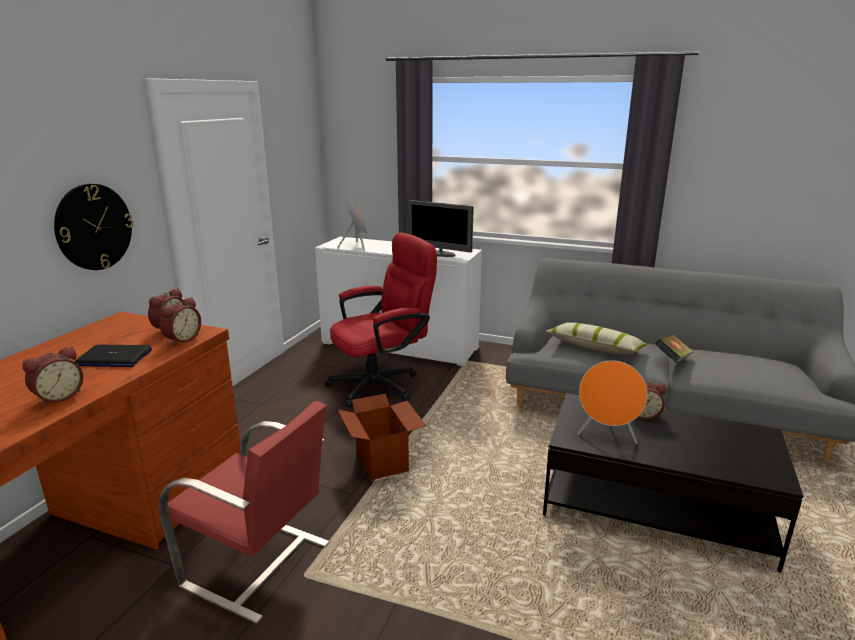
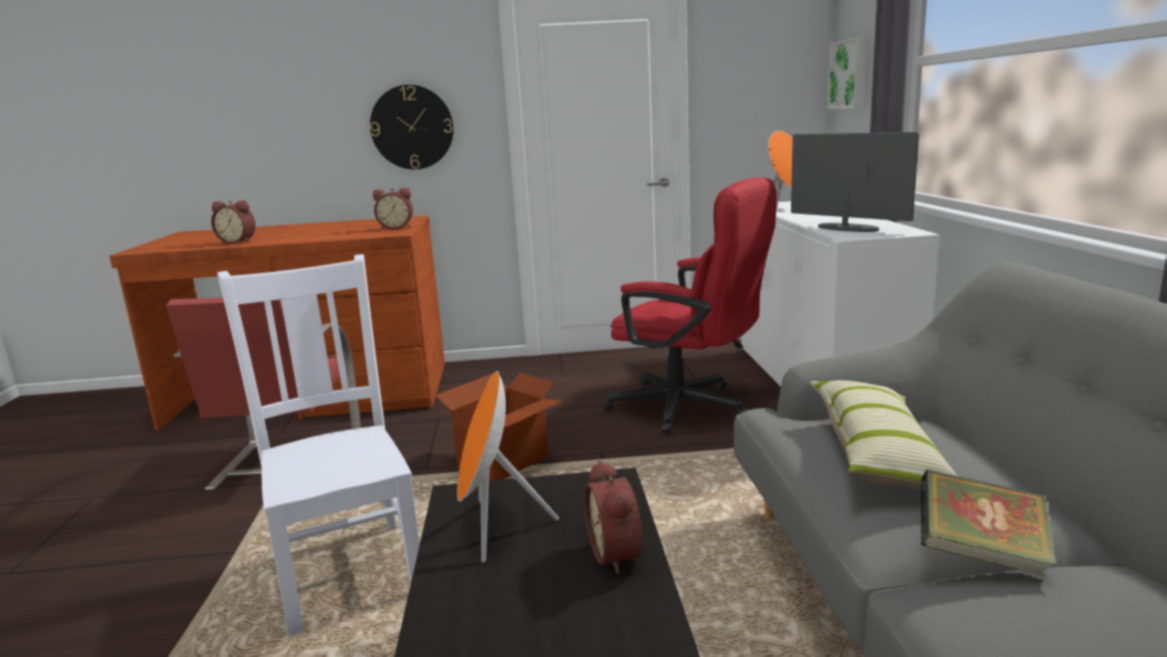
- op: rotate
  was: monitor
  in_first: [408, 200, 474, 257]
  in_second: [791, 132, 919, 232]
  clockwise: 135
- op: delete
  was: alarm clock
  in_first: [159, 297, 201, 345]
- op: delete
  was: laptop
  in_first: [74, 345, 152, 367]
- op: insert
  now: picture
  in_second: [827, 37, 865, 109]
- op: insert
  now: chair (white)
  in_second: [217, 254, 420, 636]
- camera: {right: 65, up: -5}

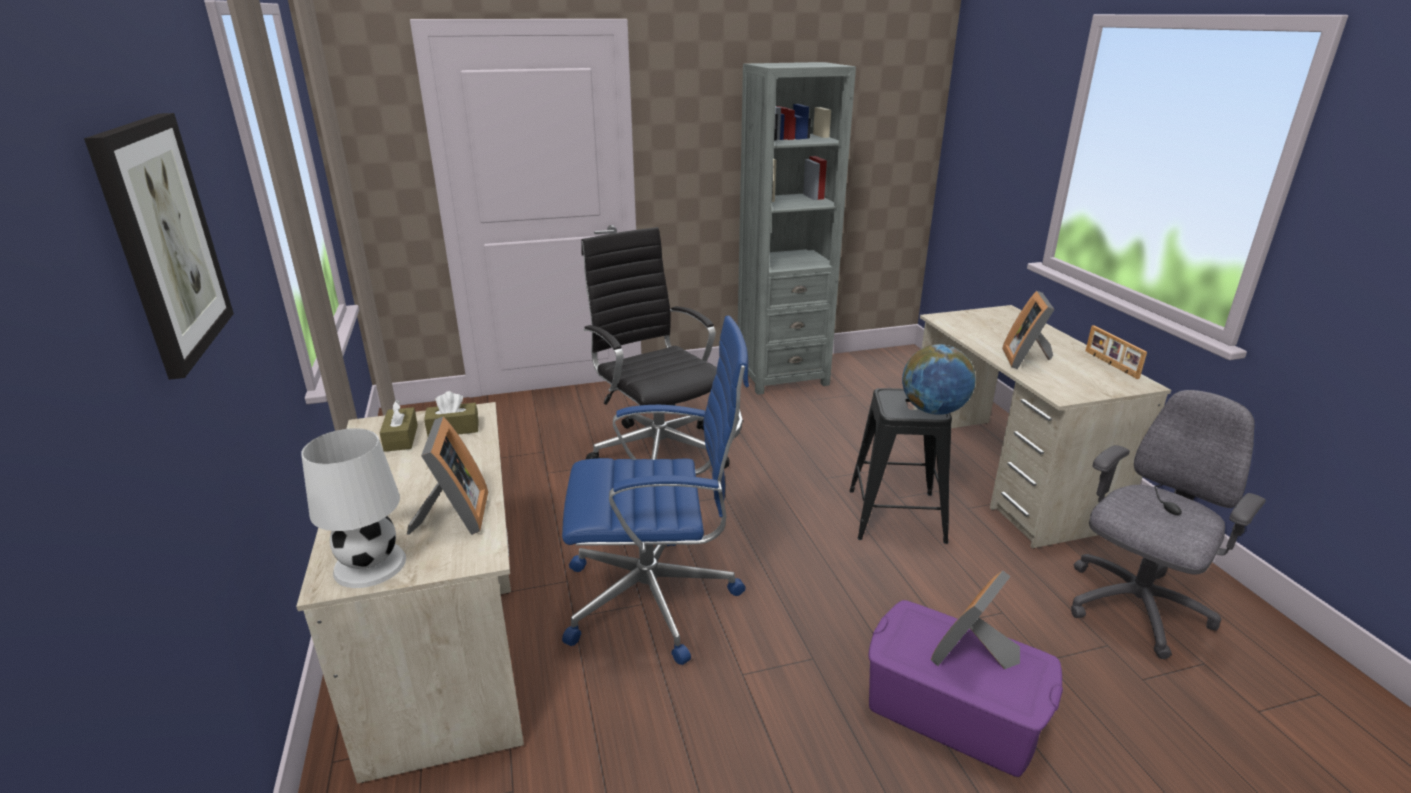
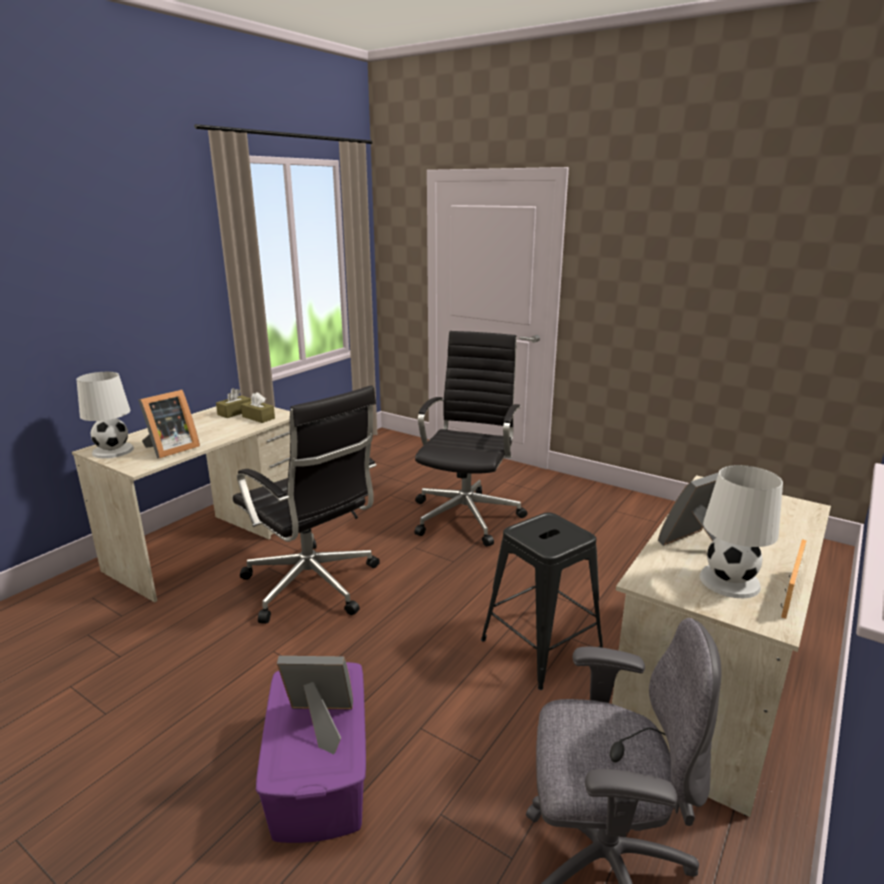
- op: delete
  was: bookcase (grey)
  in_first: [738, 62, 856, 395]
- op: delete
  was: picture
  in_first: [84, 113, 234, 380]
- op: recolor
  was: office chair (blue)
  now: office chair (black)
  in_first: [562, 316, 749, 665]
  in_second: [233, 385, 380, 624]
- op: delete
  was: globe
  in_first: [902, 344, 976, 415]
- op: insert
  now: table lamp (white)
  in_second: [699, 465, 783, 598]
- camera: {right: 50, up: -5}

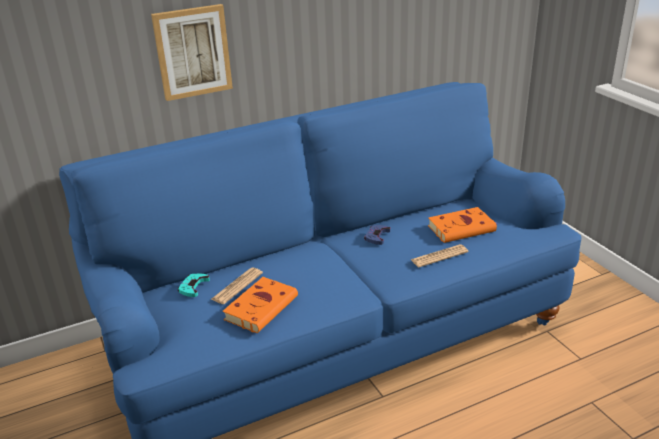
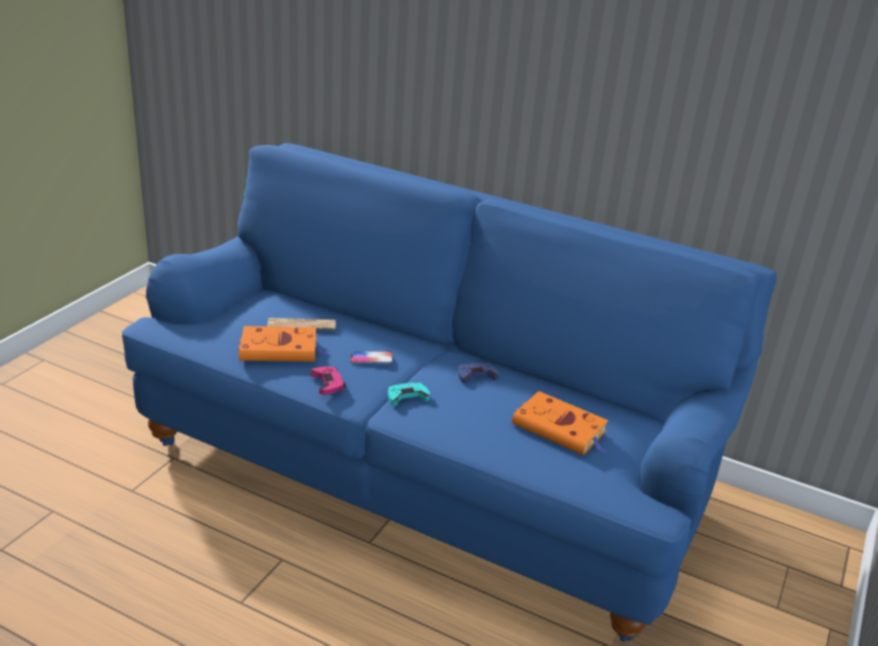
- op: delete
  was: picture
  in_first: [151, 4, 233, 101]
- op: delete
  was: newspaper
  in_first: [411, 244, 468, 267]
- op: move
  was: game controller (turquoise)
  in_first: [178, 274, 210, 297]
  in_second: [388, 382, 430, 405]
- op: insert
  now: phone
  in_second: [350, 351, 393, 363]
- op: insert
  now: game controller (pink)
  in_second: [310, 367, 346, 395]
- camera: {right: 50, up: 0}

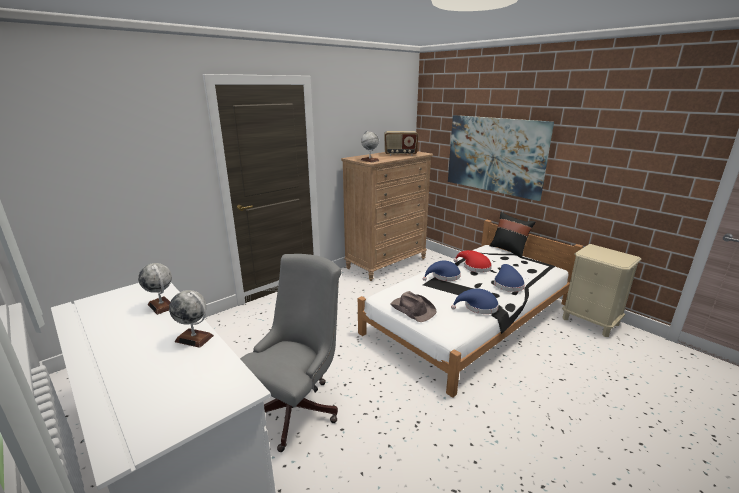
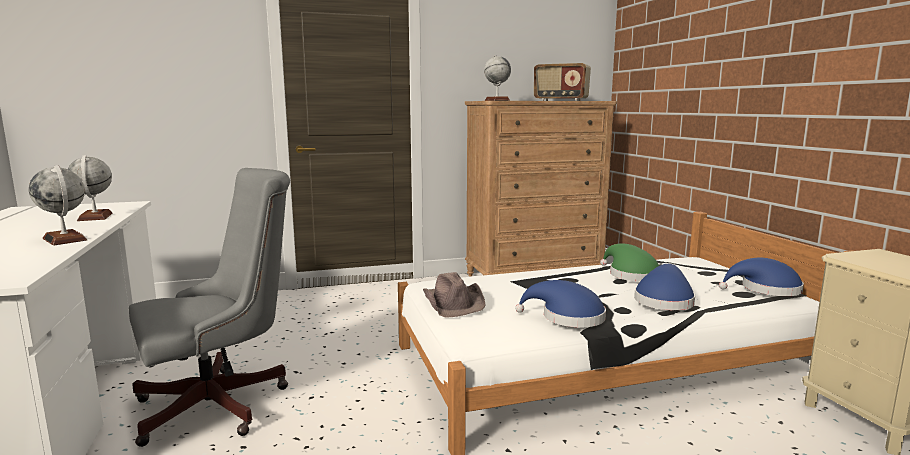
- op: delete
  was: picture
  in_first: [448, 115, 554, 201]
- op: delete
  was: pillow (black)
  in_first: [490, 212, 535, 258]
- op: recolor
  was: hat (red)
  now: hat (green)
  in_first: [454, 250, 492, 273]
  in_second: [600, 243, 659, 282]
- op: move
  was: hat (blue)
  in_first: [423, 260, 461, 281]
  in_second: [719, 258, 804, 296]
- camera: {right: 25, up: -10}

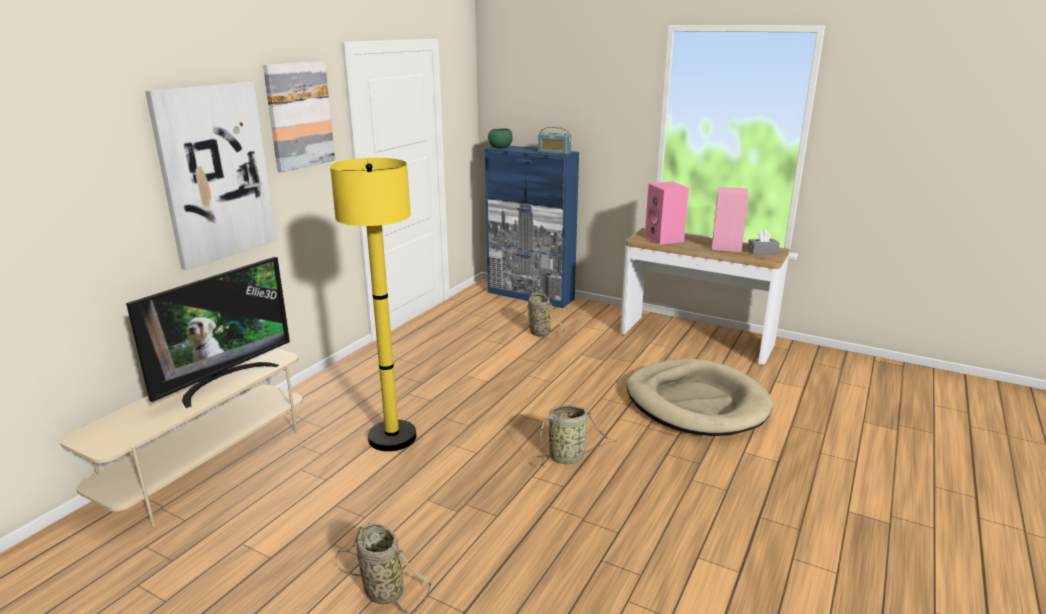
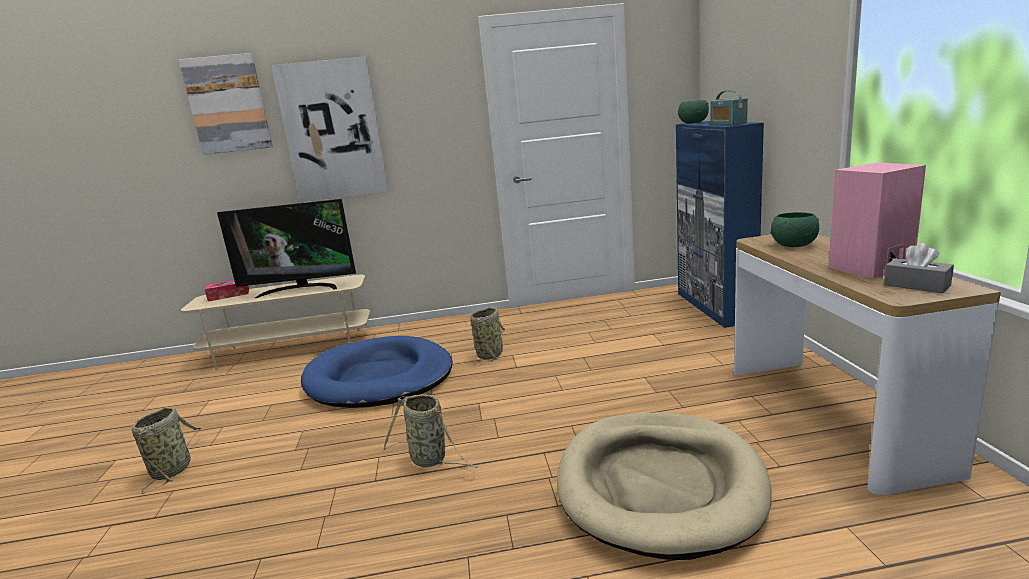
- op: move
  was: picture
  in_first: [263, 61, 335, 172]
  in_second: [179, 53, 273, 155]
- op: replace
  was: floor lamp (yellow)
  now: dog bed (blue)
  in_first: [330, 158, 417, 451]
  in_second: [301, 336, 452, 408]
- op: replace
  was: speaker (pink)
  now: bowl (green)
  in_first: [645, 181, 689, 245]
  in_second: [770, 212, 819, 247]
- op: move
  was: basket
  in_first: [516, 294, 565, 340]
  in_second: [470, 307, 505, 366]
- op: insert
  now: tissue box
  in_second: [205, 280, 249, 301]
- camera: {right: 55, up: -5}

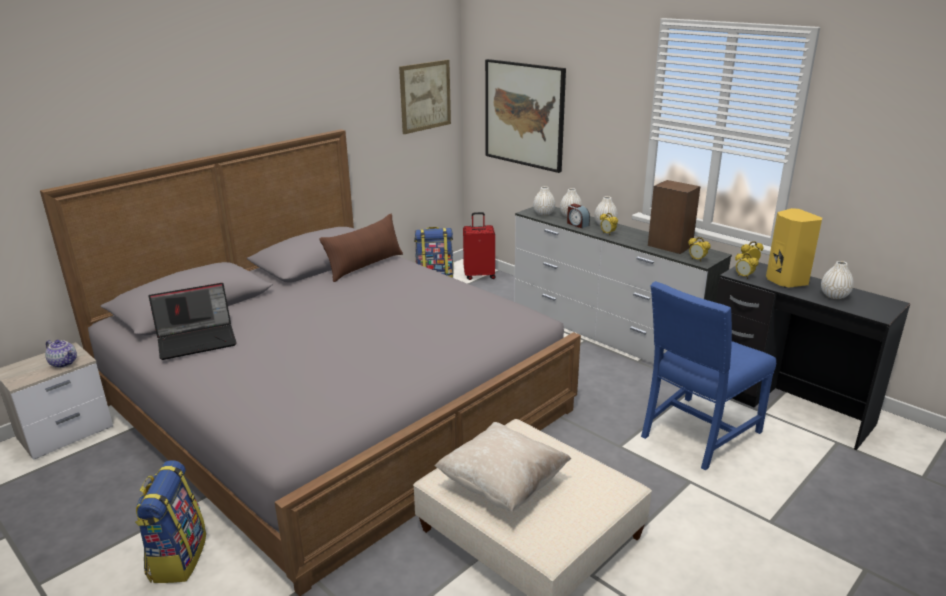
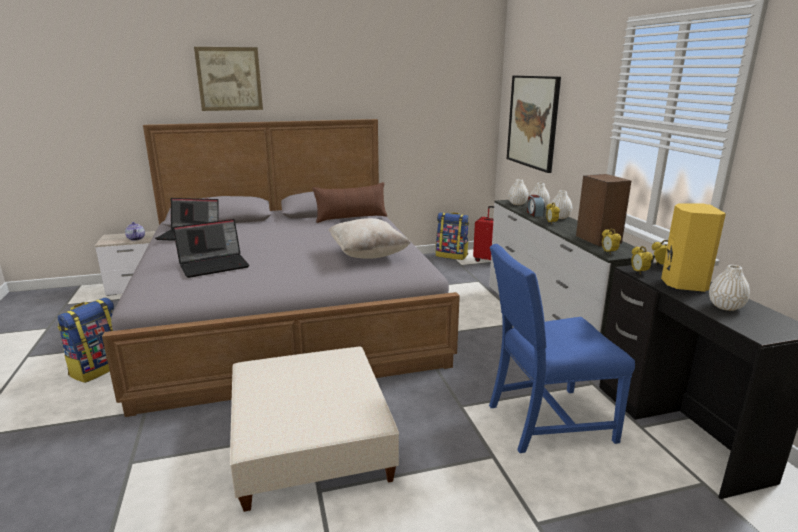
- op: move
  was: picture
  in_first: [399, 60, 451, 134]
  in_second: [194, 47, 263, 111]
- op: move
  was: pillow (beige)
  in_first: [434, 422, 571, 512]
  in_second: [329, 218, 411, 259]
- op: insert
  now: laptop
  in_second: [173, 219, 249, 278]
- camera: {right: 30, up: -5}

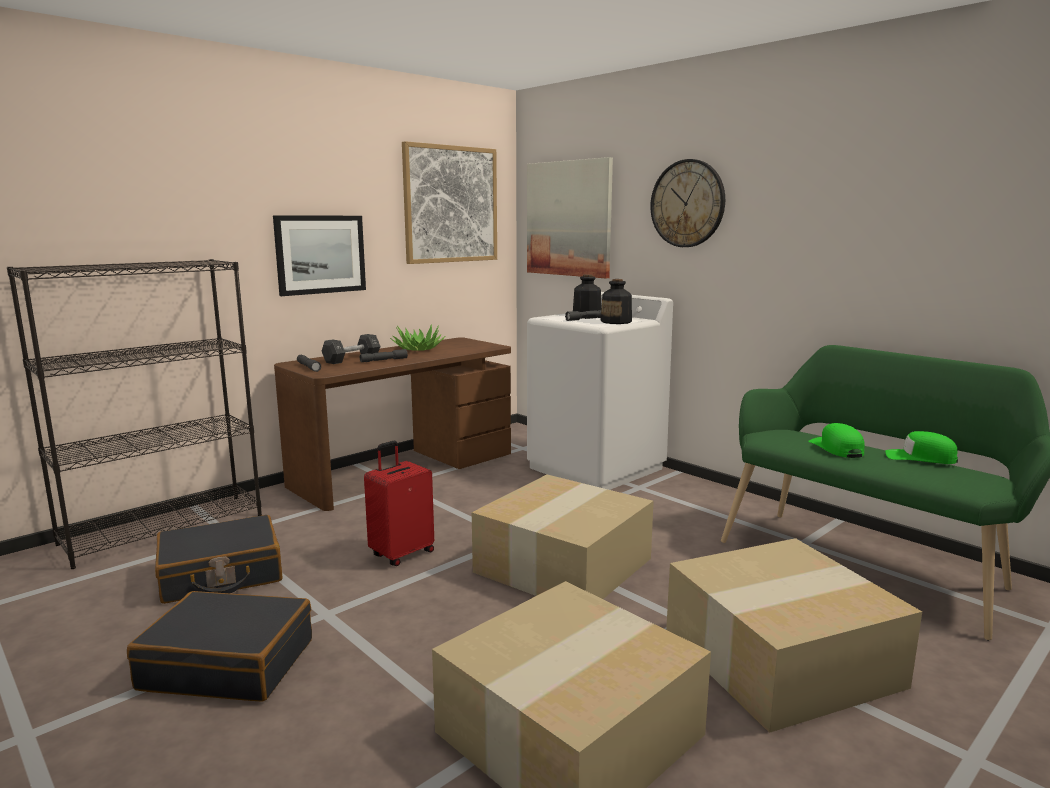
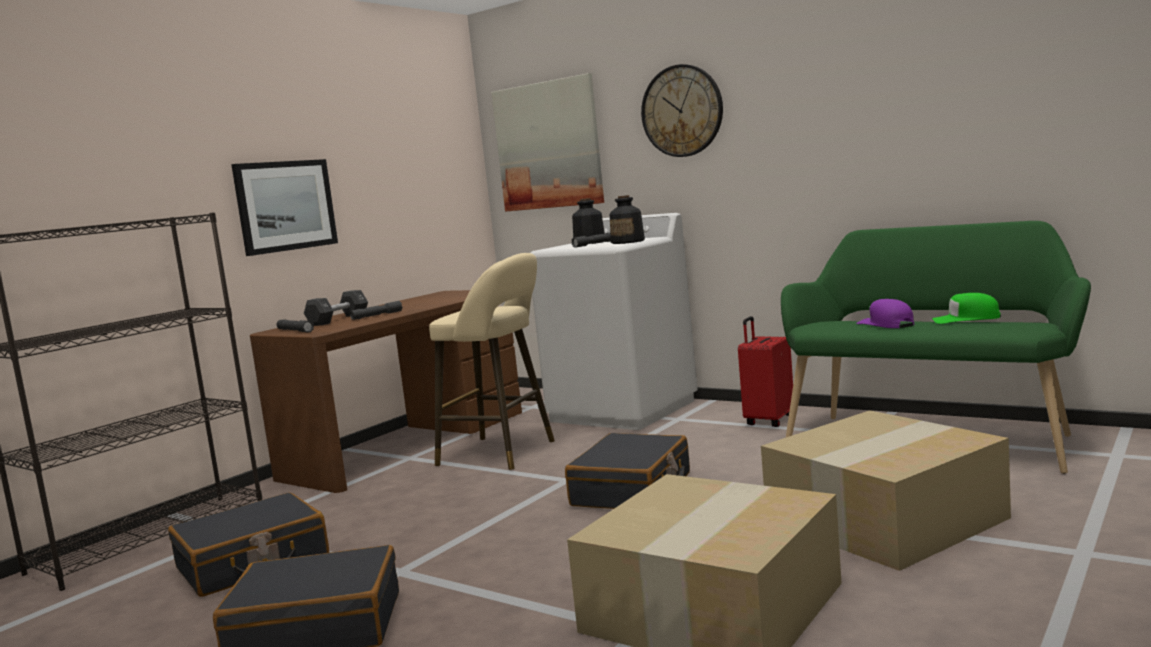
- op: delete
  was: picture
  in_first: [402, 141, 497, 264]
- op: delete
  was: potted plant
  in_first: [390, 324, 445, 351]
- op: recolor
  was: cap (green)
  now: cap (purple)
  in_first: [808, 423, 864, 458]
  in_second: [856, 299, 914, 328]
- op: move
  was: suitcase (red)
  in_first: [364, 441, 434, 566]
  in_second: [738, 316, 793, 427]
- op: replace
  was: cardboard box
  now: suitcase (black)
  in_first: [472, 474, 654, 599]
  in_second: [565, 433, 690, 509]
- op: insert
  now: stool (beige)
  in_second: [429, 253, 555, 470]
- camera: {right: -10, up: -5}

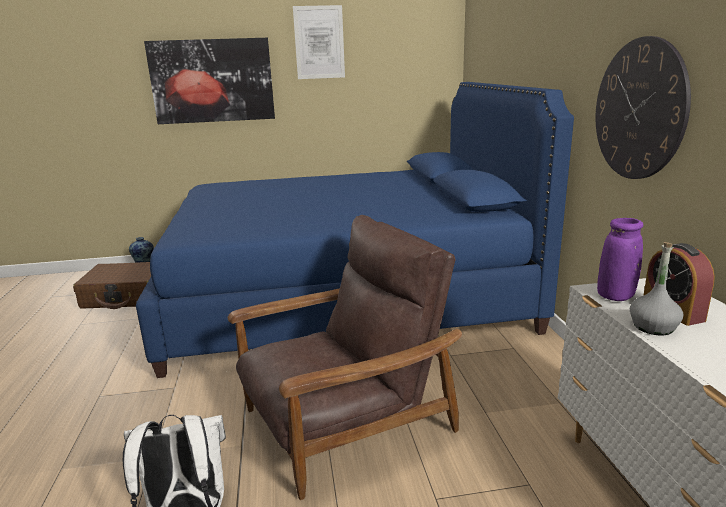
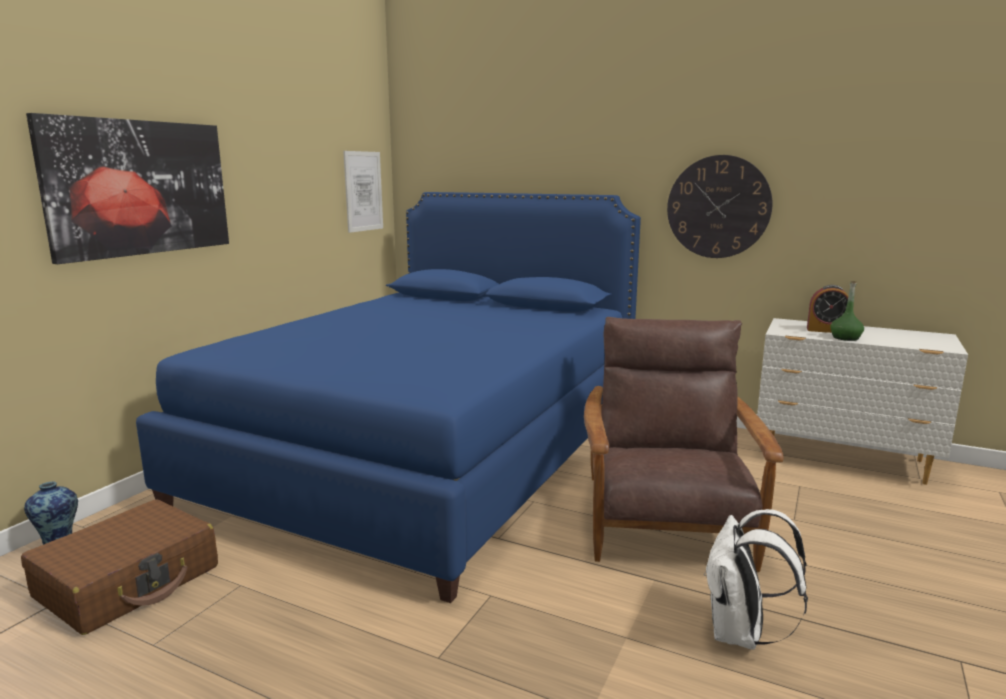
- op: move
  was: picture
  in_first: [293, 5, 345, 79]
  in_second: [343, 151, 383, 233]
- op: delete
  was: vase (purple)
  in_first: [597, 218, 643, 301]
- op: recolor
  was: bottle (grey)
  now: bottle (green)
  in_first: [630, 242, 683, 335]
  in_second: [830, 281, 864, 341]
- camera: {right: -55, up: -5}

